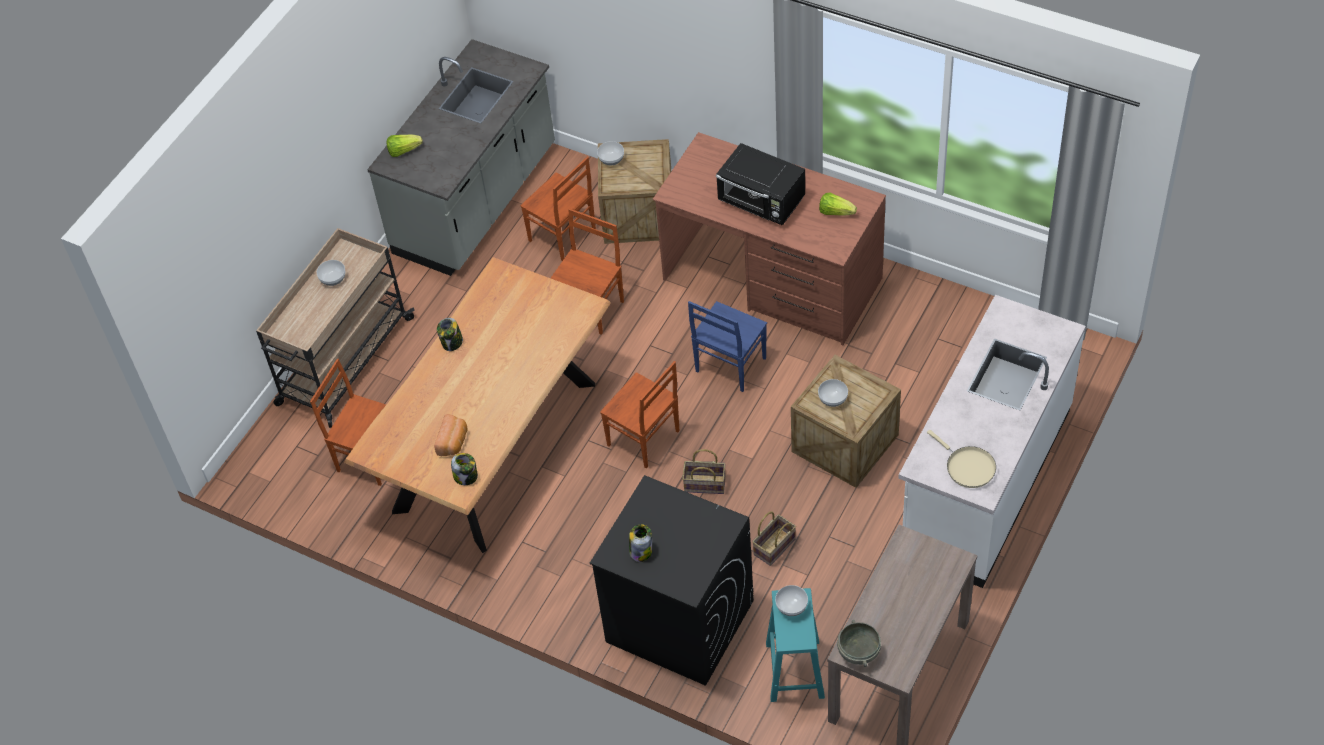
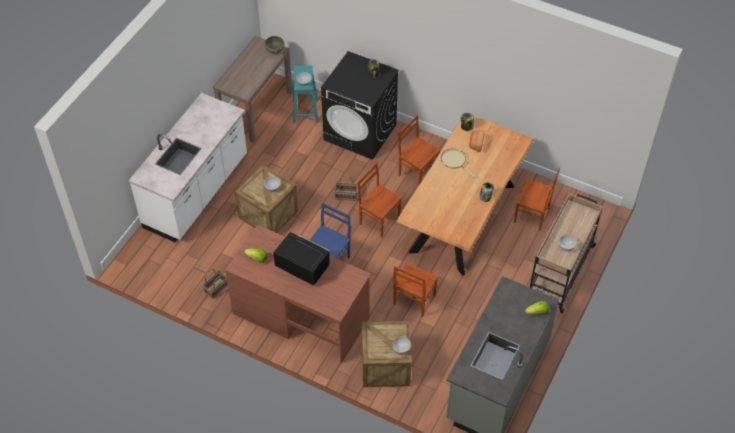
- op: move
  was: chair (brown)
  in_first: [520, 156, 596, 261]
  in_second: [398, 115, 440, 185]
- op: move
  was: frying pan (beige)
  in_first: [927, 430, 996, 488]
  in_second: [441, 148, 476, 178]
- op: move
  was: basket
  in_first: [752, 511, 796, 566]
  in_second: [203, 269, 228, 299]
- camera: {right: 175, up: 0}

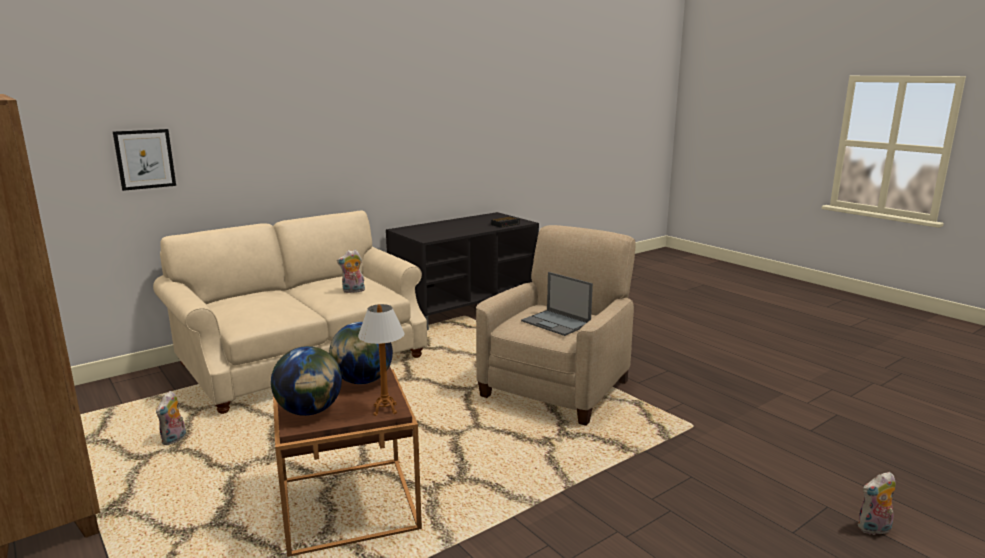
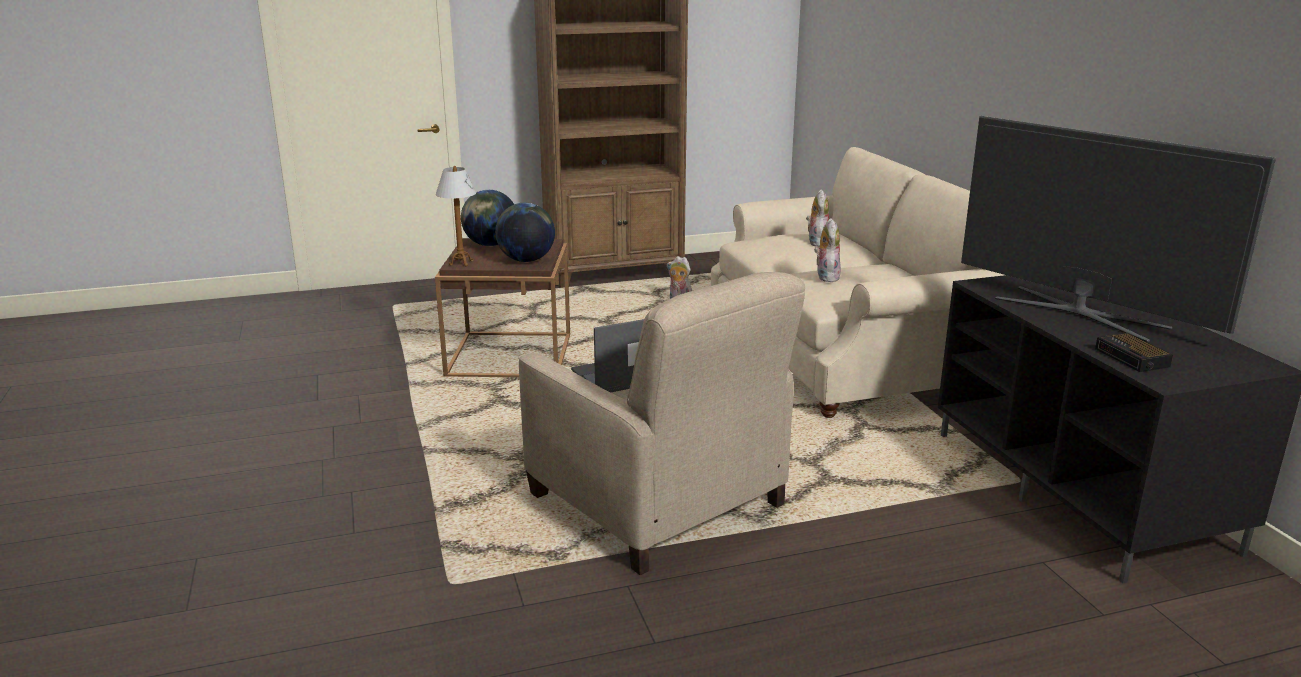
- op: delete
  was: picture
  in_first: [113, 129, 176, 191]
- op: move
  was: plush toy
  in_first: [858, 472, 896, 536]
  in_second: [806, 189, 829, 247]
- op: insert
  now: television
  in_second: [961, 116, 1276, 342]
- camera: {right: 110, up: 5}

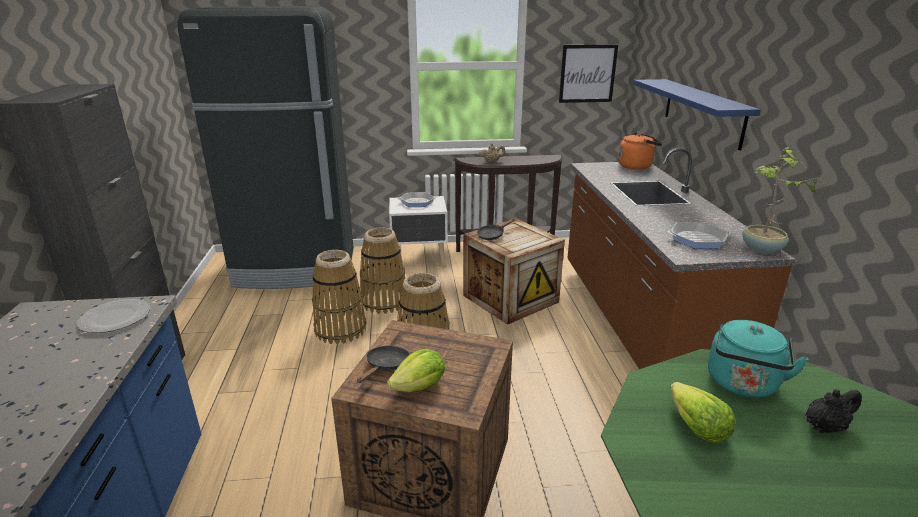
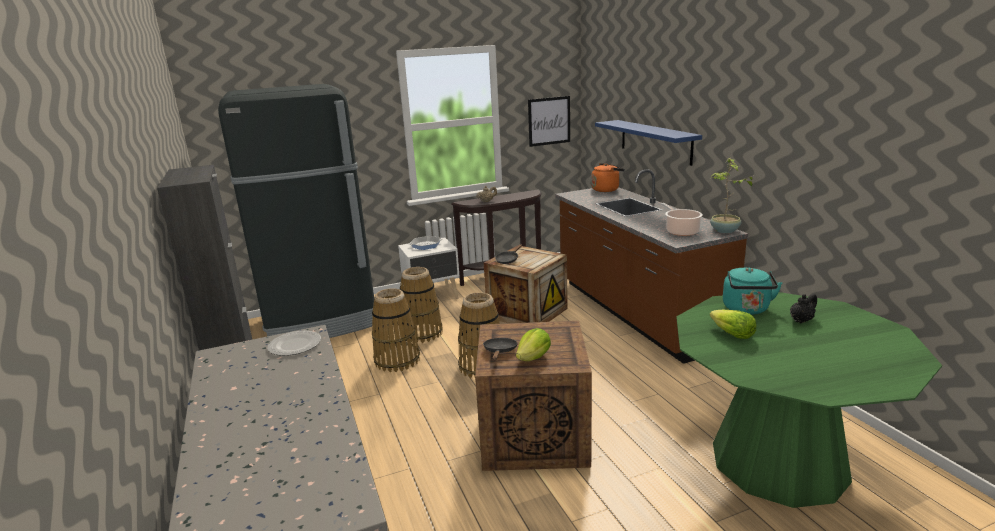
- op: replace
  was: frying pan
  now: cooking pot
  in_first: [668, 222, 731, 249]
  in_second: [661, 203, 703, 236]
- camera: {right: -15, up: -5}

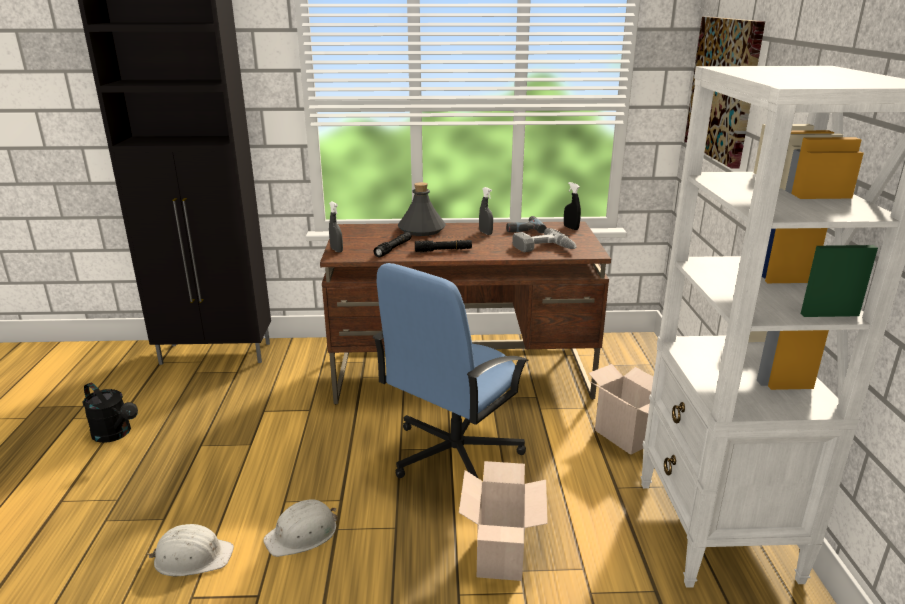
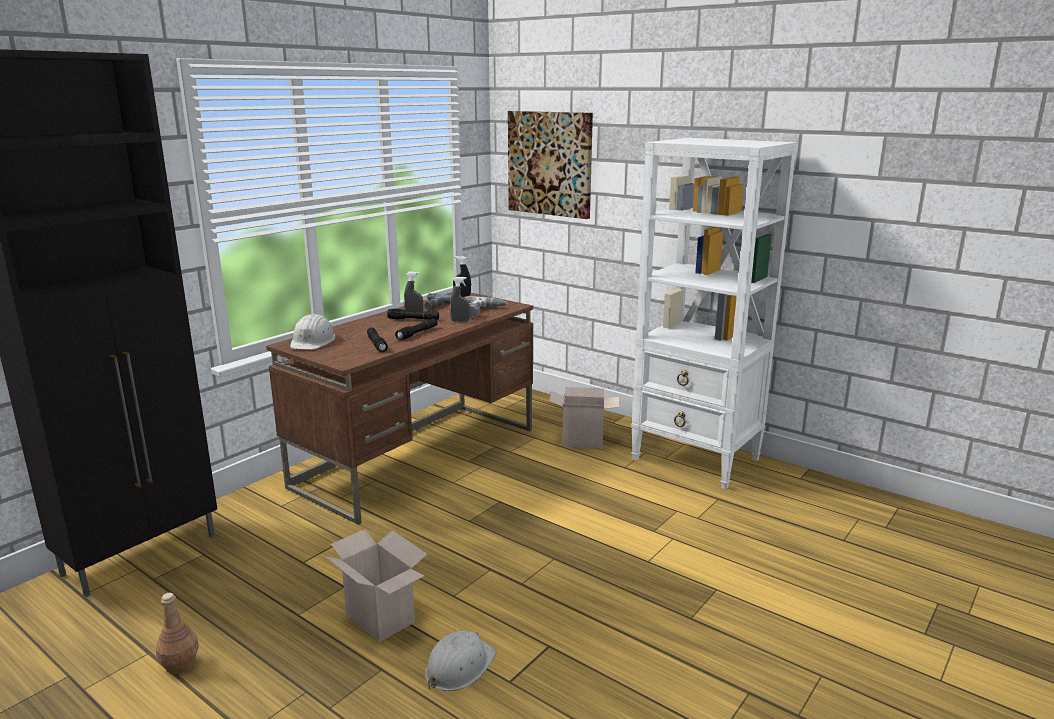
- op: delete
  was: bottle (grey)
  in_first: [398, 182, 446, 236]
- op: move
  was: spray bottle (grey)
  in_first: [329, 201, 343, 252]
  in_second: [450, 277, 470, 322]
- op: delete
  was: office chair (blue)
  in_first: [373, 263, 529, 479]
- op: replace
  was: watering can (black)
  now: bottle (brown)
  in_first: [82, 383, 138, 443]
  in_second: [155, 593, 199, 674]
- op: move
  was: cardboard box
  in_first: [459, 461, 548, 581]
  in_second: [325, 529, 427, 642]
- op: move
  was: hard hat (white)
  in_first: [263, 499, 337, 557]
  in_second: [290, 314, 336, 350]
- op: insert
  now: flashlight (black)
  in_second: [387, 309, 439, 320]
- camera: {right: -50, up: -5}

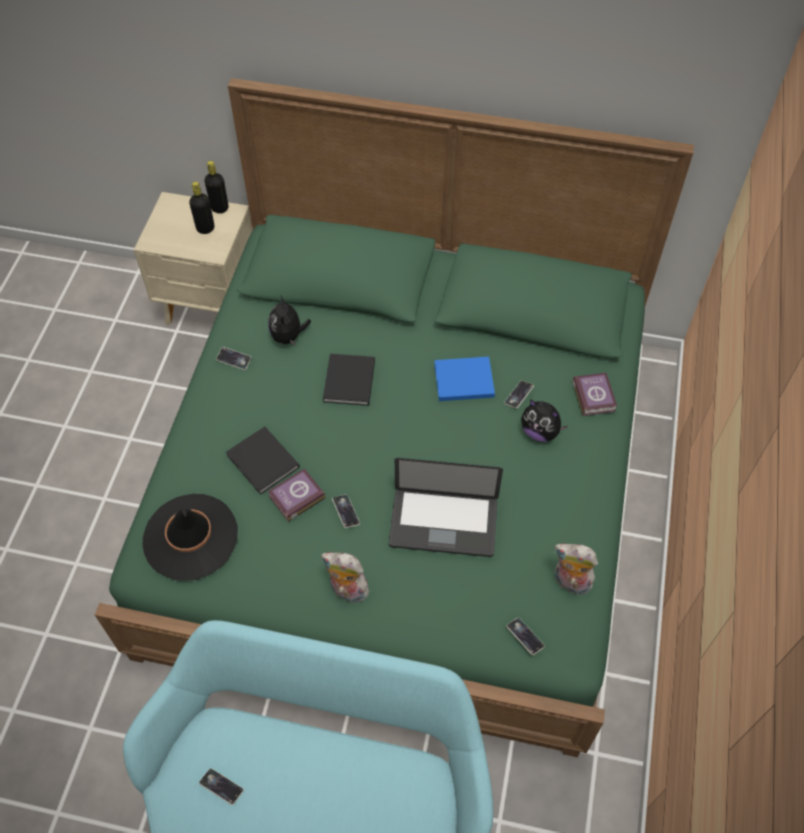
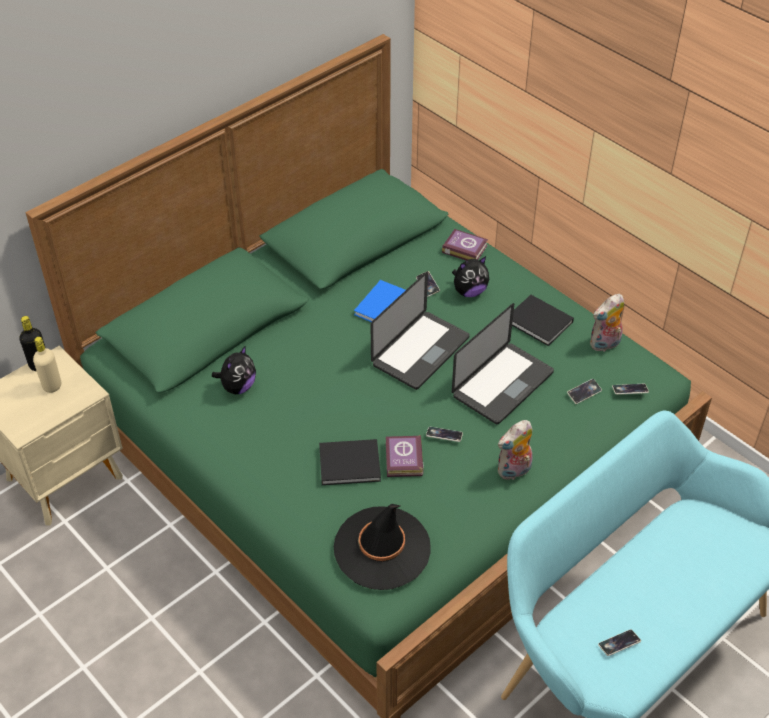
- op: recolor
  was: bottle (black)
  now: bottle (beige)
  in_first: [189, 182, 214, 234]
  in_second: [33, 337, 61, 393]
- op: rotate
  was: plush toy
  in_first: [268, 295, 311, 346]
  in_second: [212, 345, 256, 394]
  clockwise: -90
- op: move
  was: phone
  in_first: [216, 347, 252, 370]
  in_second: [567, 379, 602, 404]
- op: move
  was: book (black)
  in_first: [323, 354, 375, 406]
  in_second: [512, 295, 574, 346]
- op: insert
  now: laptop
  in_second: [371, 272, 470, 390]
- camera: {right: -55, up: -10}

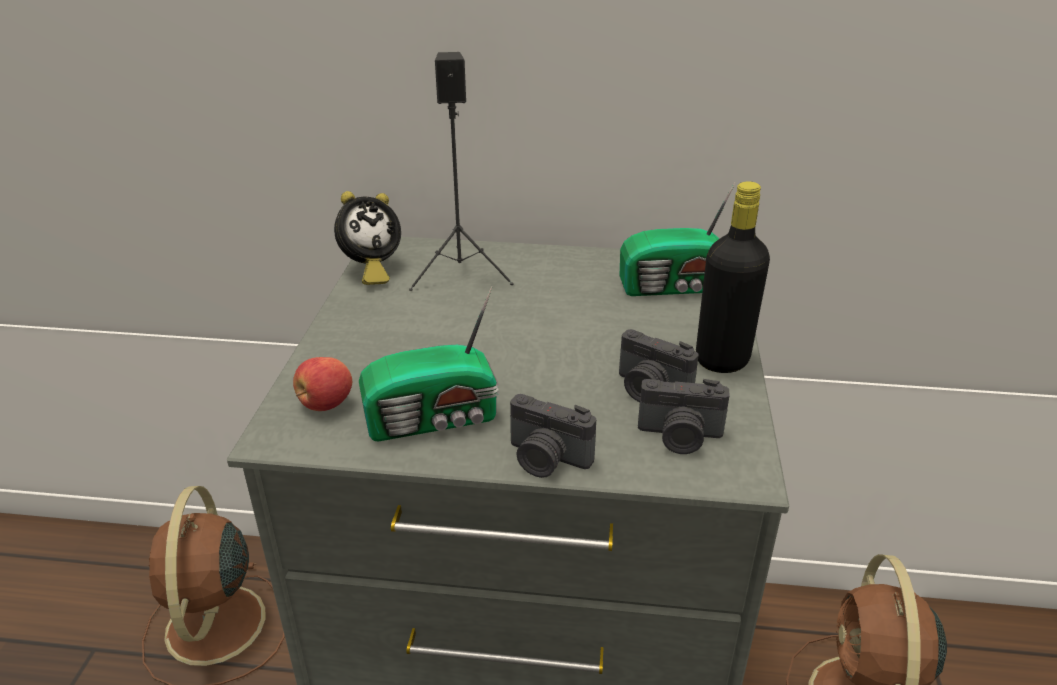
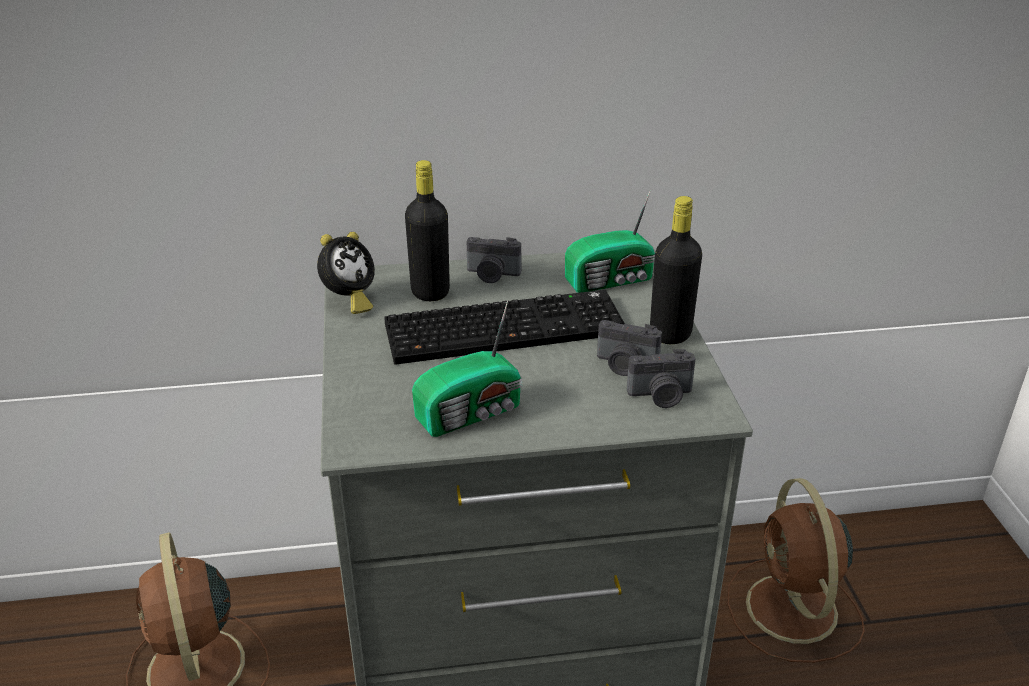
- op: replace
  was: speaker (black)
  now: bottle (black)
  in_first: [409, 52, 514, 291]
  in_second: [405, 160, 450, 301]
- op: delete
  was: apple
  in_first: [293, 357, 352, 411]
- op: move
  was: photo camera
  in_first: [510, 394, 596, 478]
  in_second: [467, 237, 521, 283]
- op: insert
  now: keyboard
  in_second: [384, 290, 625, 365]
- camera: {right: -15, up: 0}

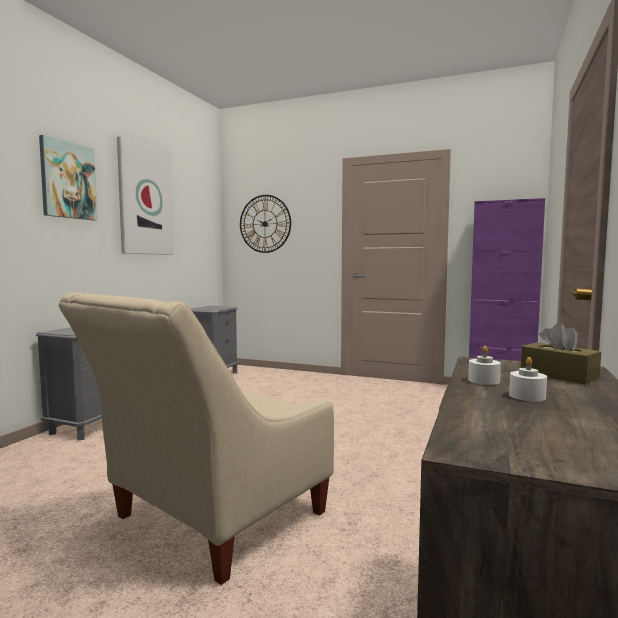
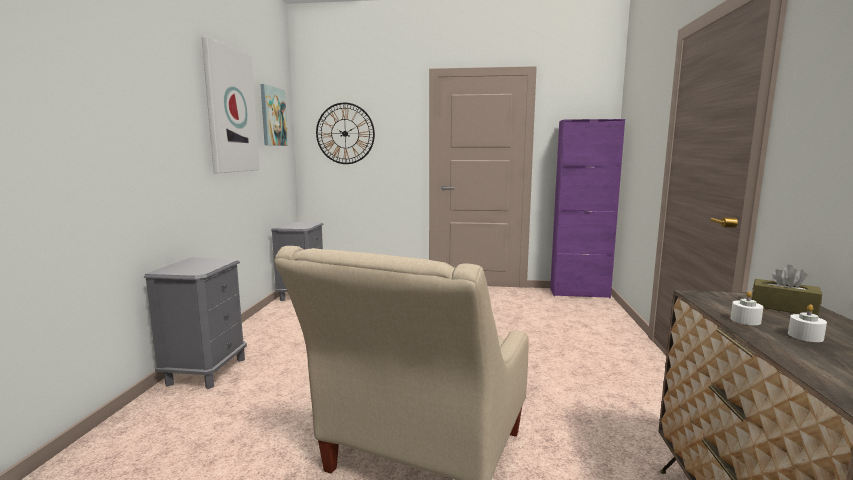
- op: move
  was: picture
  in_first: [39, 135, 98, 220]
  in_second: [261, 84, 288, 146]
- camera: {right: -15, up: 5}

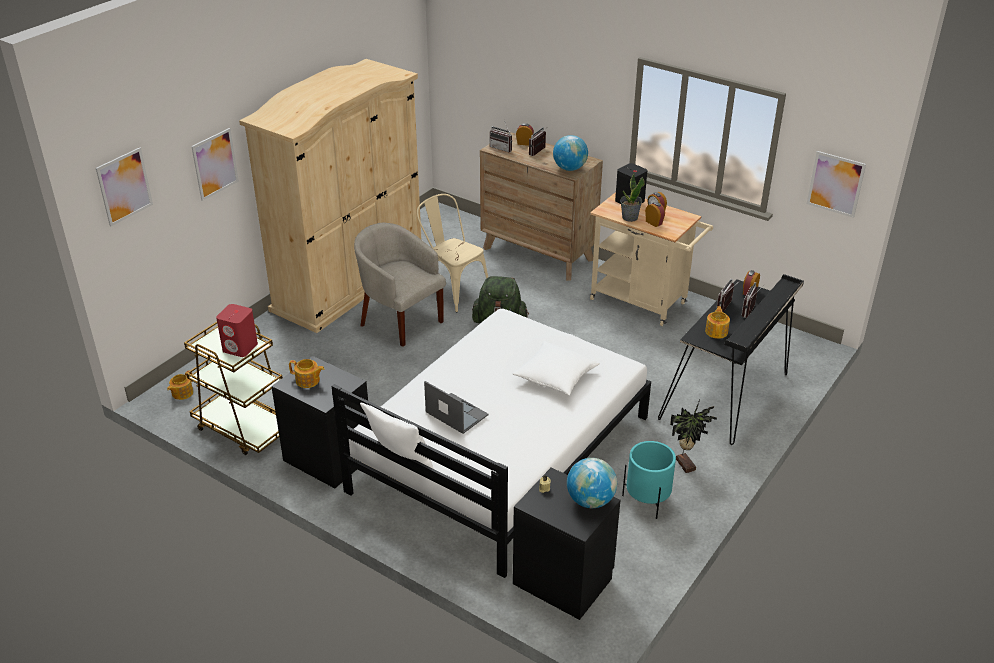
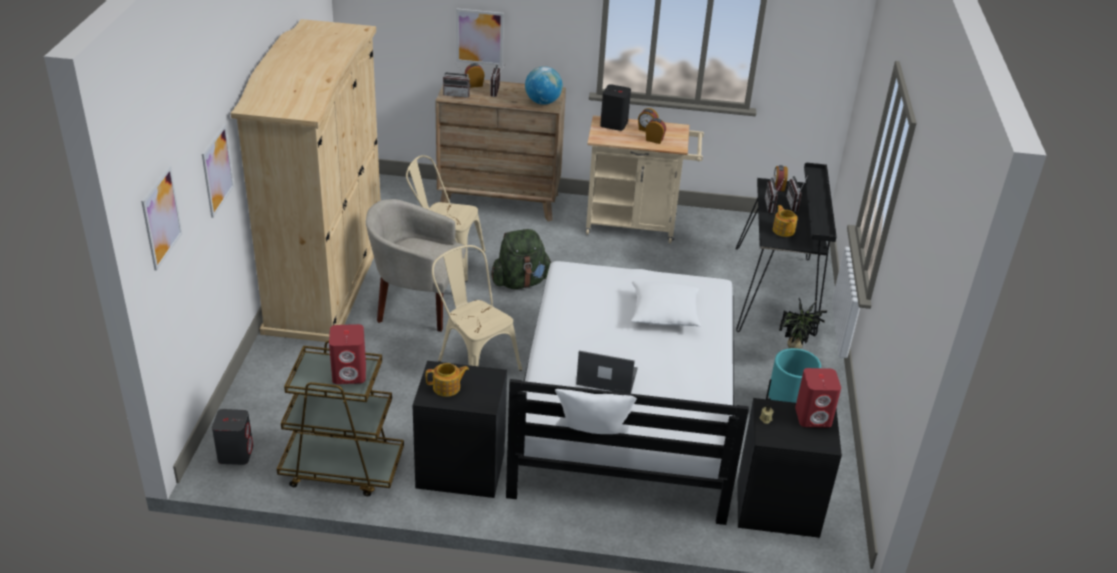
- op: move
  was: picture
  in_first: [807, 151, 866, 218]
  in_second: [456, 9, 504, 66]
- op: delete
  was: potted plant
  in_first: [620, 171, 645, 222]
- op: replace
  was: teapot
  now: speaker (grey)
  in_first: [167, 370, 193, 400]
  in_second: [212, 409, 253, 465]
- op: replace
  was: globe
  now: speaker (red)
  in_first: [567, 458, 617, 508]
  in_second: [795, 368, 841, 428]
- op: insert
  now: chair (beige)
  in_second: [432, 245, 522, 371]
- camera: {right: -30, up: 0}

